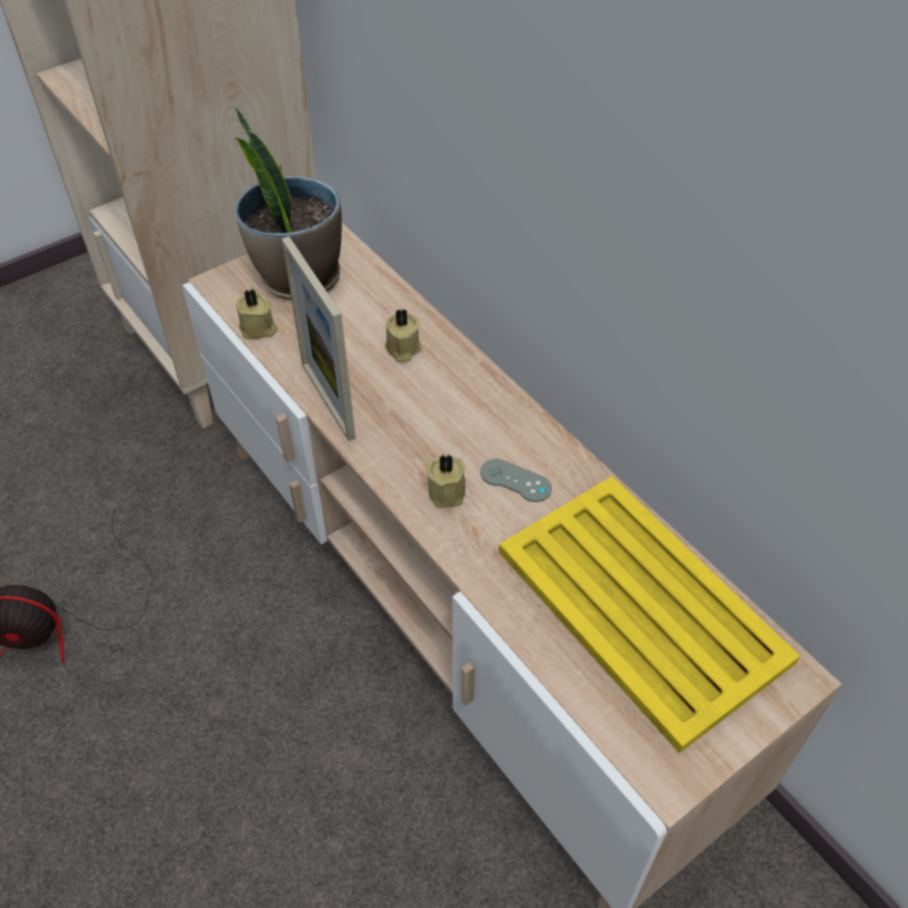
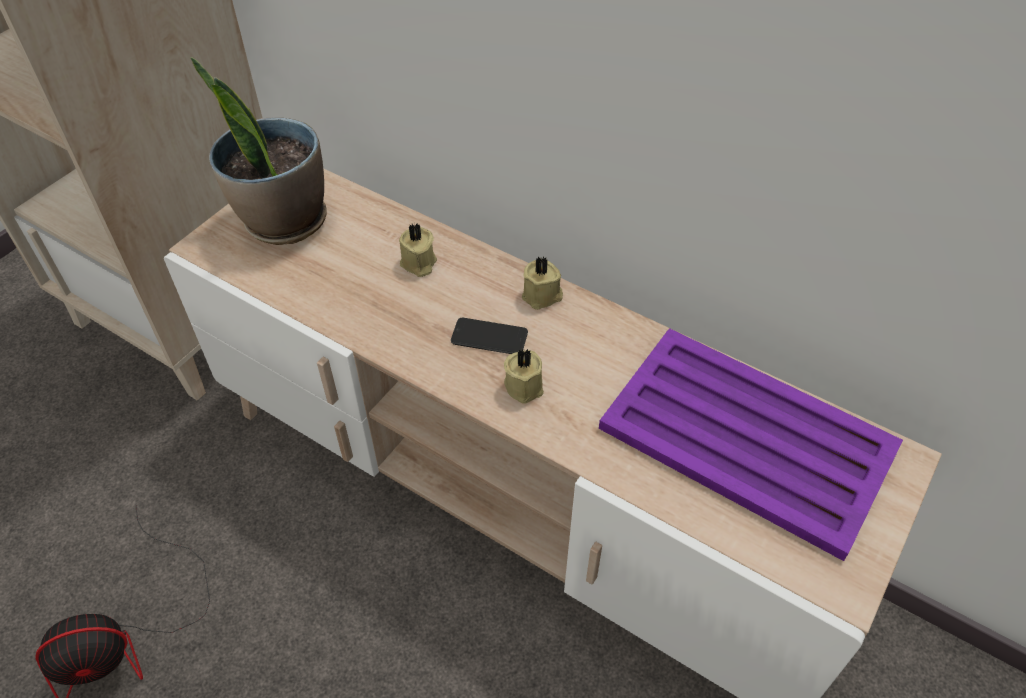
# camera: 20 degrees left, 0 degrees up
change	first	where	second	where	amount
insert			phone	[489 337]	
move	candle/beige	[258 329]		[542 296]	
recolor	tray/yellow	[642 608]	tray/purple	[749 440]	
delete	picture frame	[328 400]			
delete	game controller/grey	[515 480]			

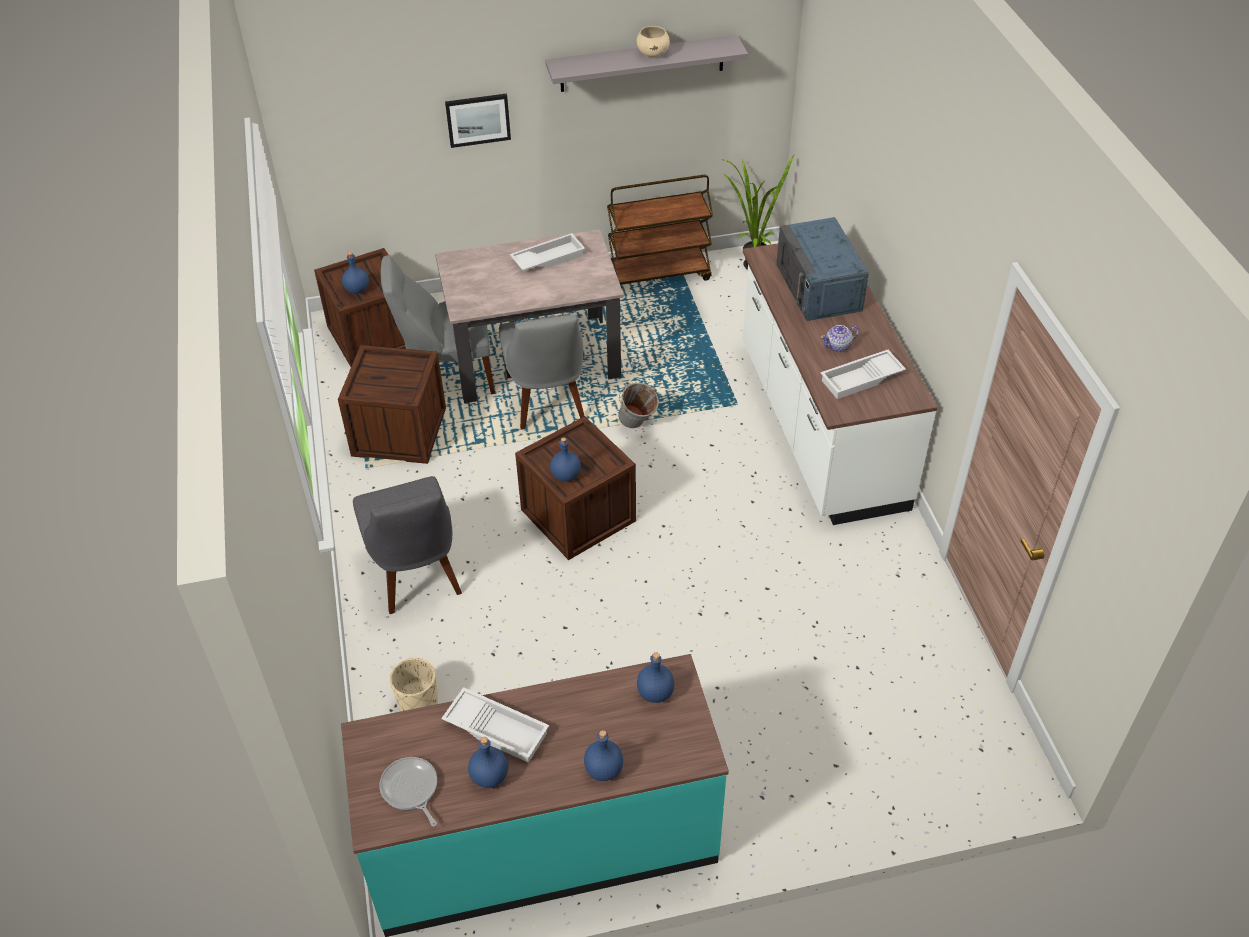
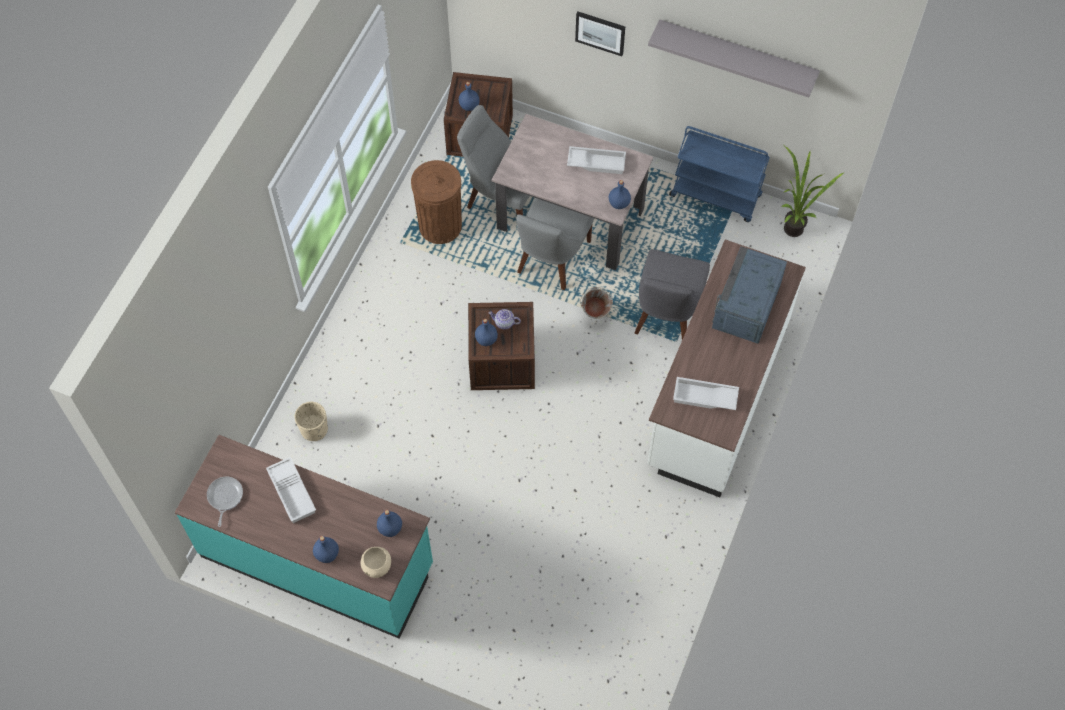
# camera: 35 degrees right, 15 degrees up
change	first	where	second	where	amount
move	bowl/beige	[653 53]		[377 566]	
replace	crate	[399 432]	trash can/brown	[440 226]	
move	teapot	[838 346]		[504 323]	
move	bottle/blue	[490 776]		[619 203]	
move	chair/grey	[416 574]		[666 315]	
recolor	cart/brown	[658 274]	cart/blue	[716 196]	

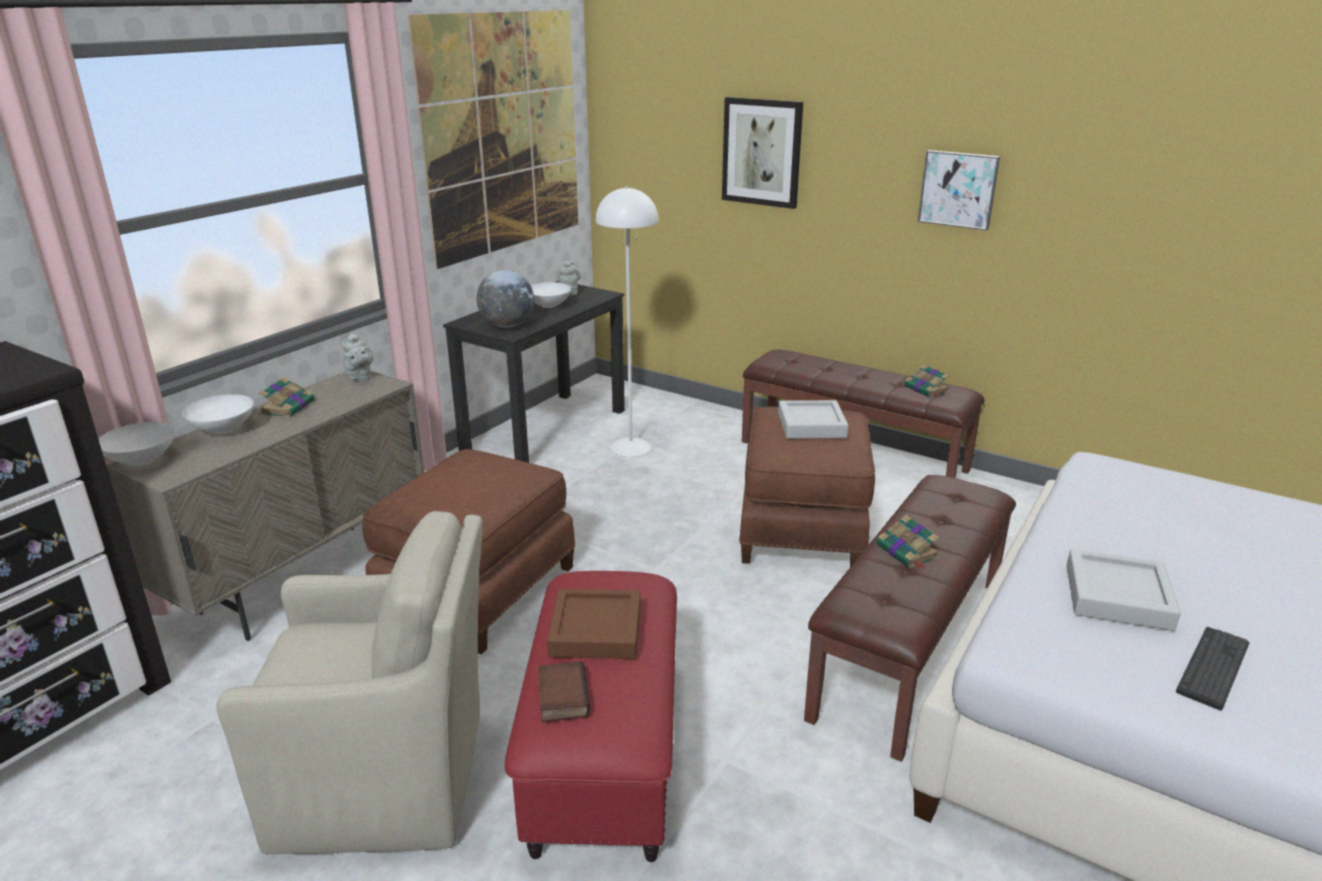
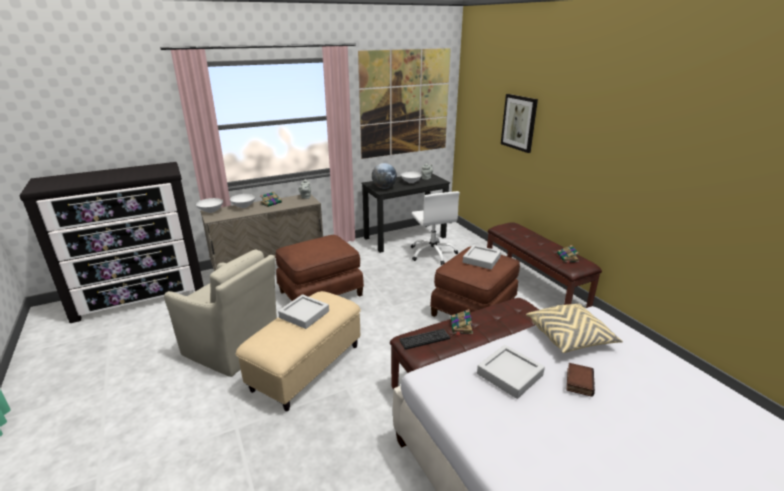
# camera: 30 degrees right, 0 degrees up
change	first	where	second	where	amount
recolor	ottoman/red	[602 752]	ottoman/beige	[306 366]	
recolor	tray/brown	[596 631]	tray/grey	[304 314]	
move	keyboard	[1213 668]		[424 339]	
replace	floor lamp/white	[630 447]	office chair/white	[433 253]	
insert			pillow/beige	[570 337]	
move	book	[561 696]		[578 381]	
delete	picture	[958 189]			

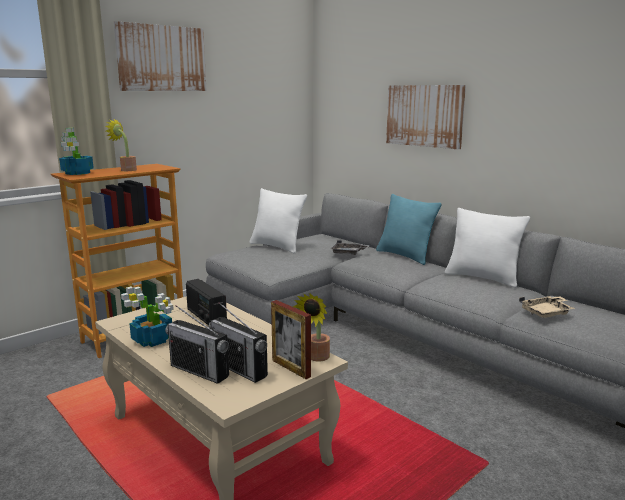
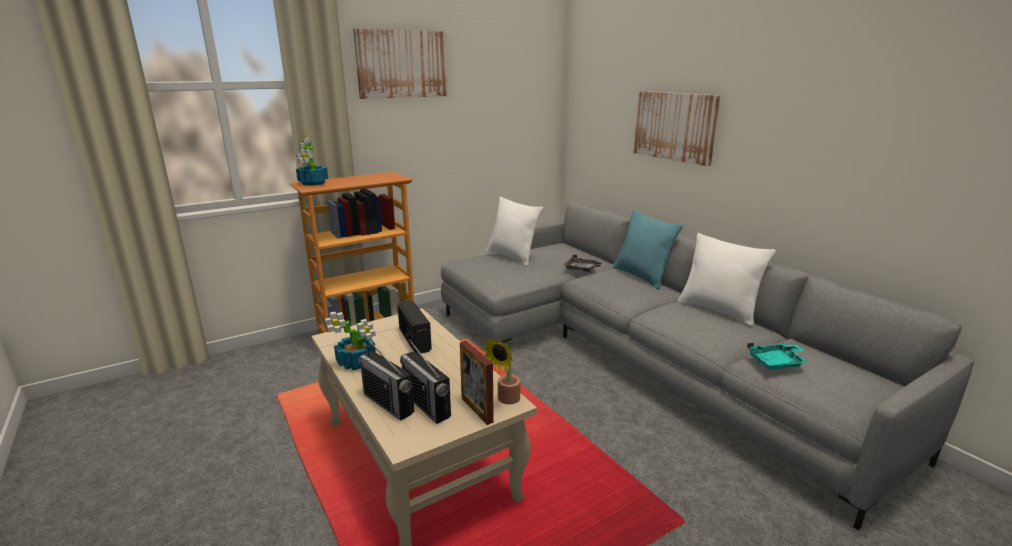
# camera: 10 degrees right, 5 degrees up
change	first	where	second	where	amount
recolor	tray/beige	[546 313]	tray/turquoise	[776 363]	
delete	potted plant	[126 170]			

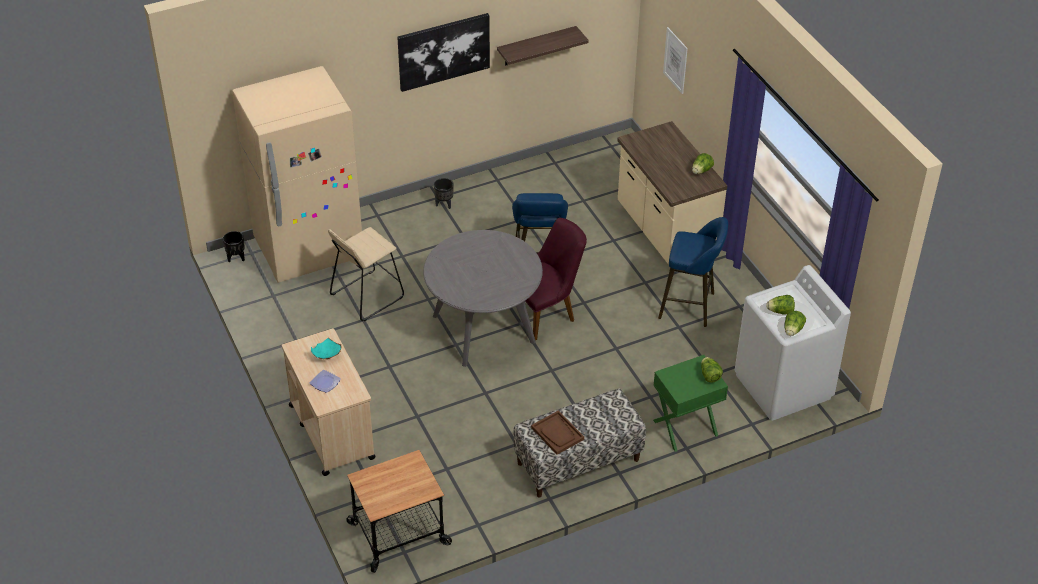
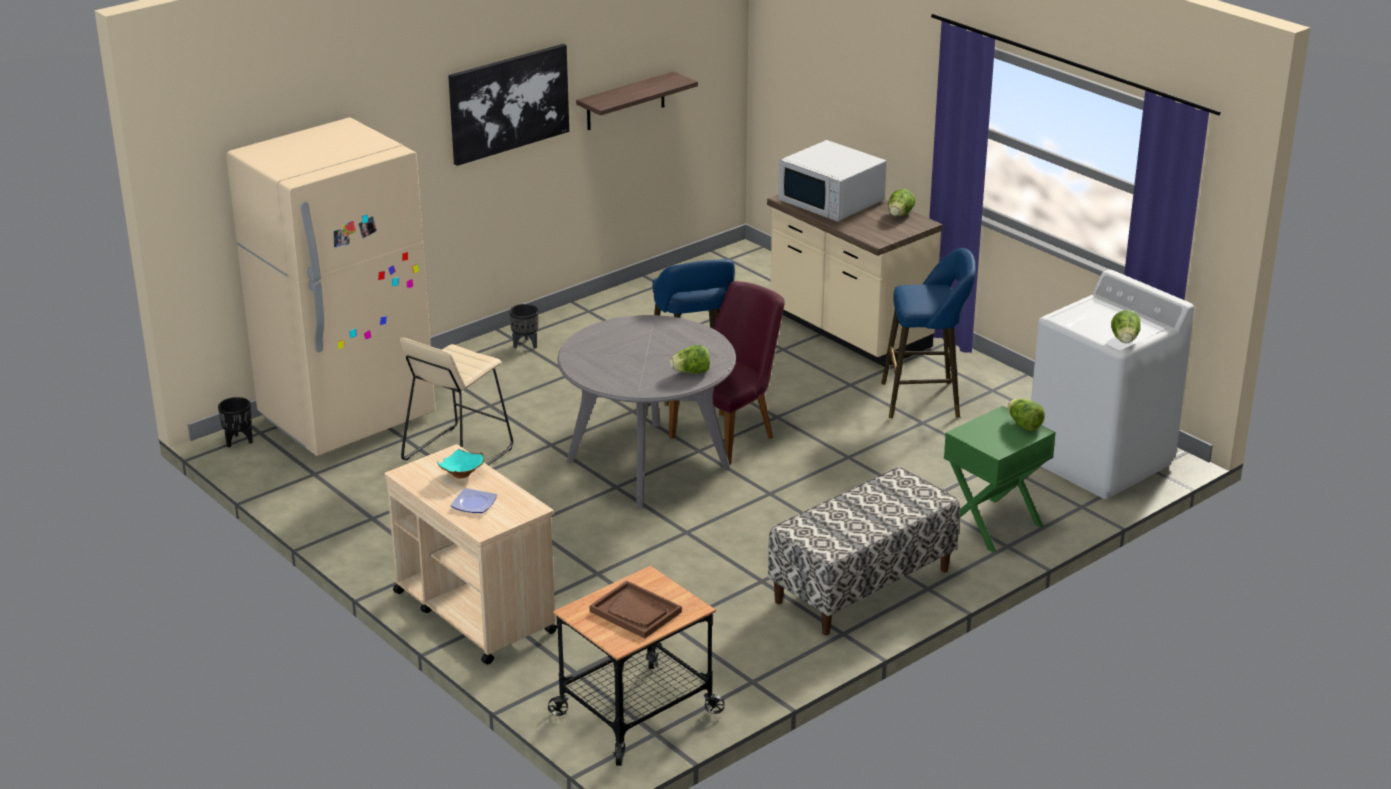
# camera: 15 degrees left, 15 degrees down
change	first	where	second	where	amount
move	tray/brown	[557 433]		[635 612]	
move	lettuce	[780 311]		[691 372]	
insert			microwave/white	[832 201]	
delete	picture	[675 60]			

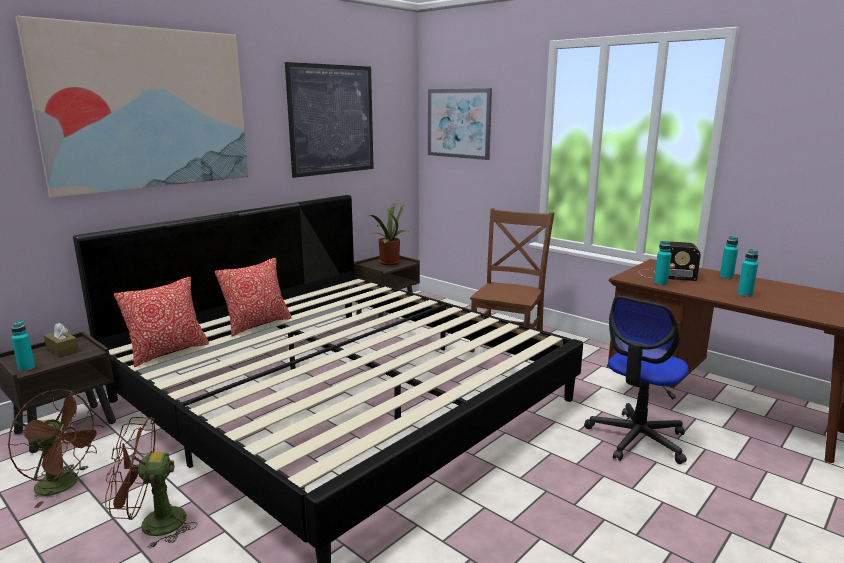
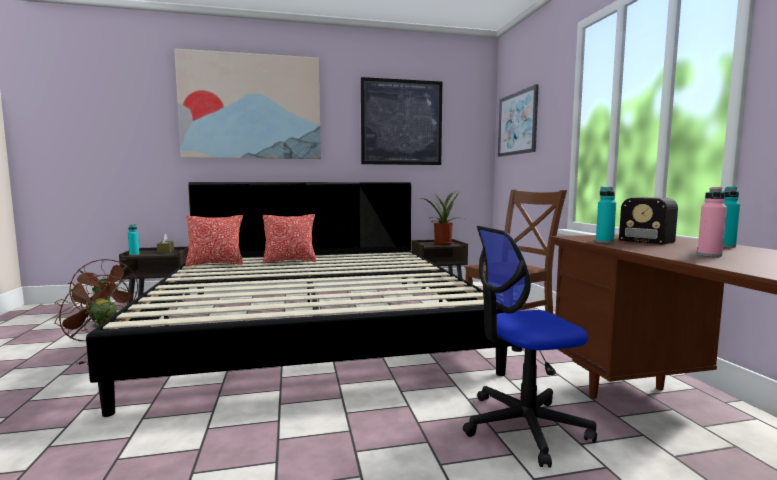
# camera: 35 degrees right, 10 degrees down
change	first	where	second	where	amount
recolor	bottle/turquoise	[745 294]	bottle/pink	[709 255]	

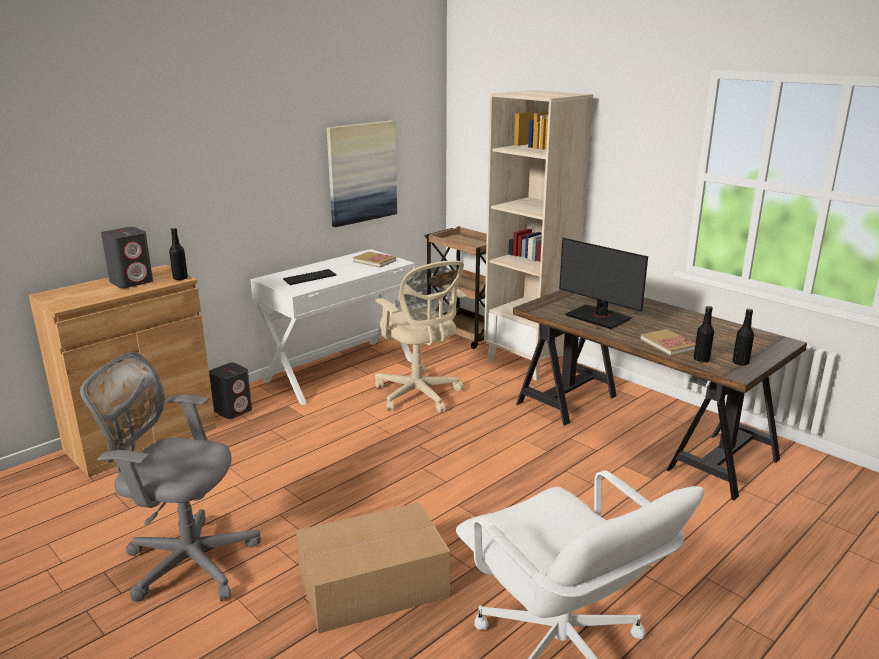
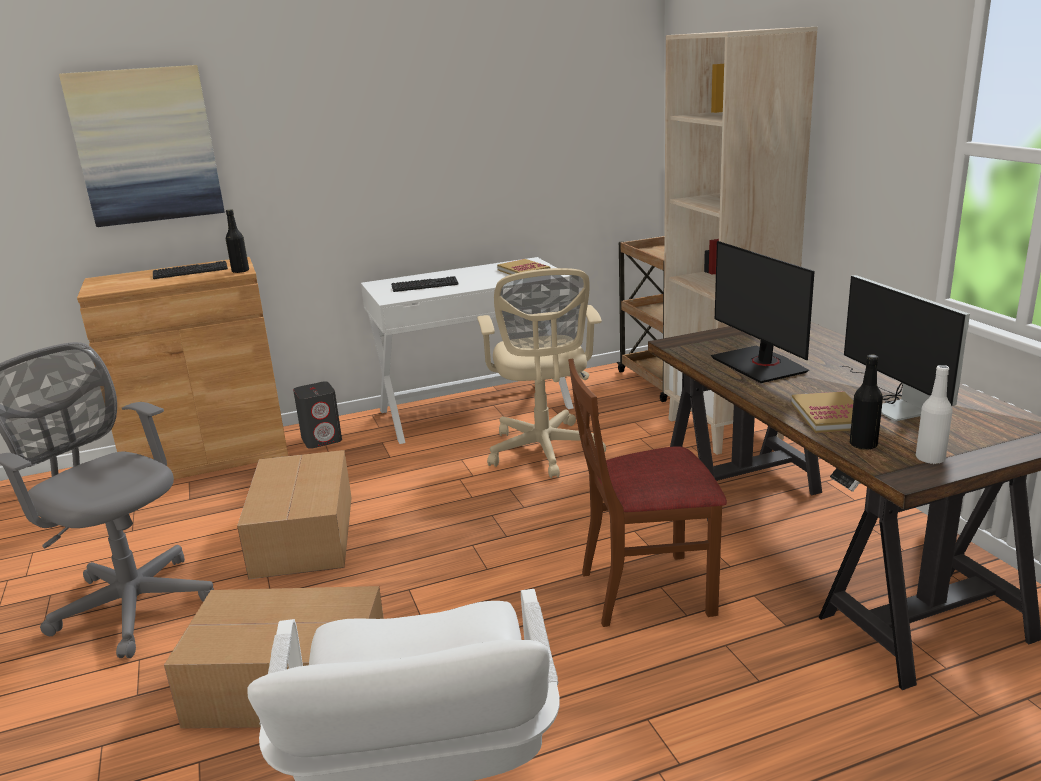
# camera: 25 degrees right, 0 degrees up
change	first	where	second	where	amount
move	picture	[362 172]		[146 146]	
replace	speaker/grey	[132 282]	keyboard	[190 272]	
insert			cardboard box	[305 534]	
insert			chair/brown	[646 590]	
insert			monitor	[894 404]	
recolor	bottle/black	[740 363]	bottle/white	[930 458]	

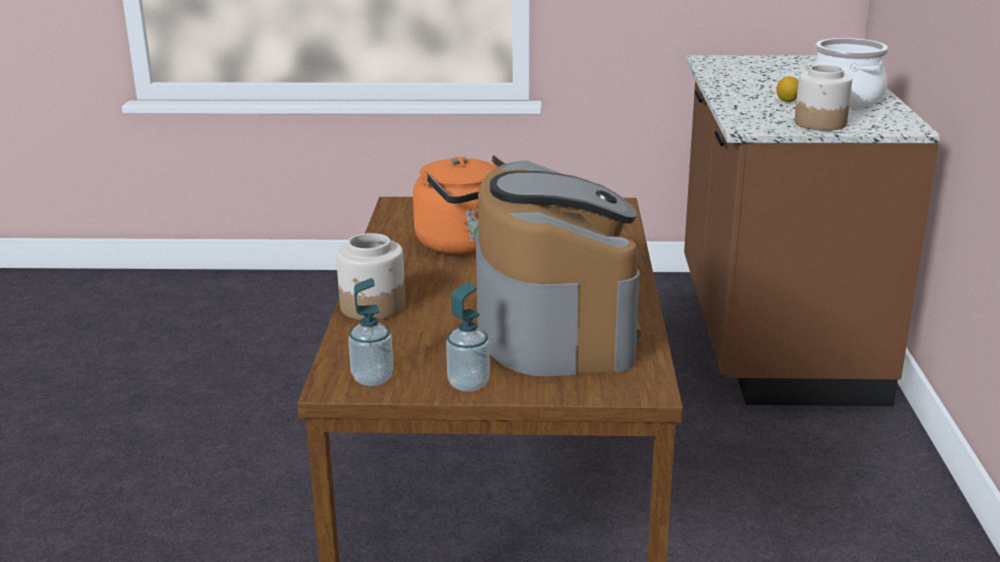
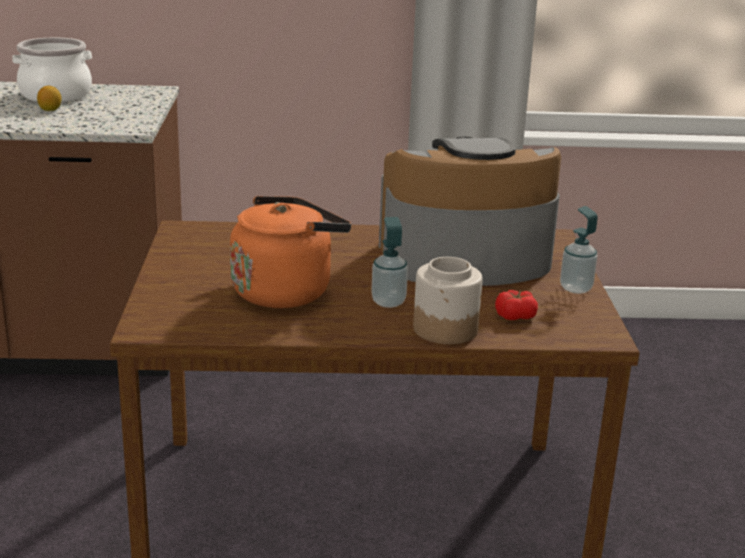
# camera: 95 degrees left, 0 degrees up
change	first	where	second	where	amount
move	soap dispenser	[372 379]		[388 302]	
insert			tomato	[515 316]	
delete	jar	[821 123]			

